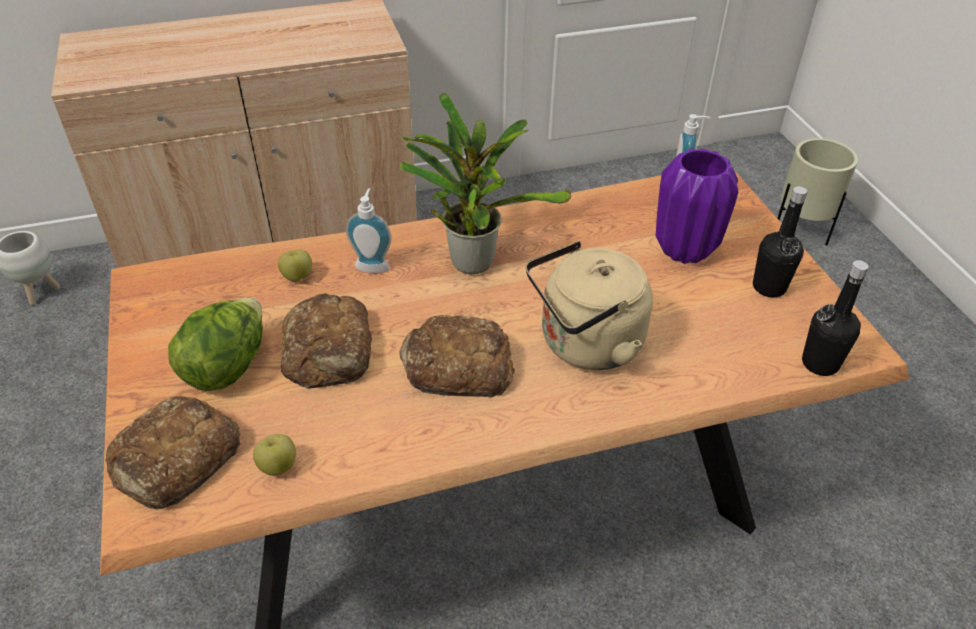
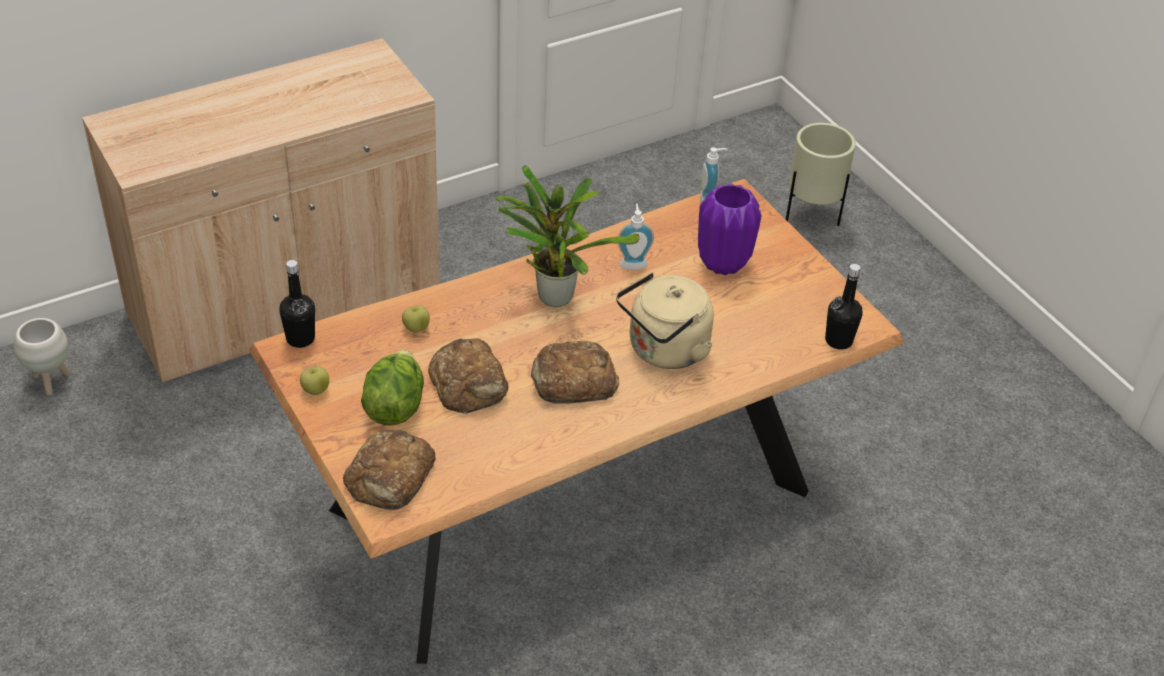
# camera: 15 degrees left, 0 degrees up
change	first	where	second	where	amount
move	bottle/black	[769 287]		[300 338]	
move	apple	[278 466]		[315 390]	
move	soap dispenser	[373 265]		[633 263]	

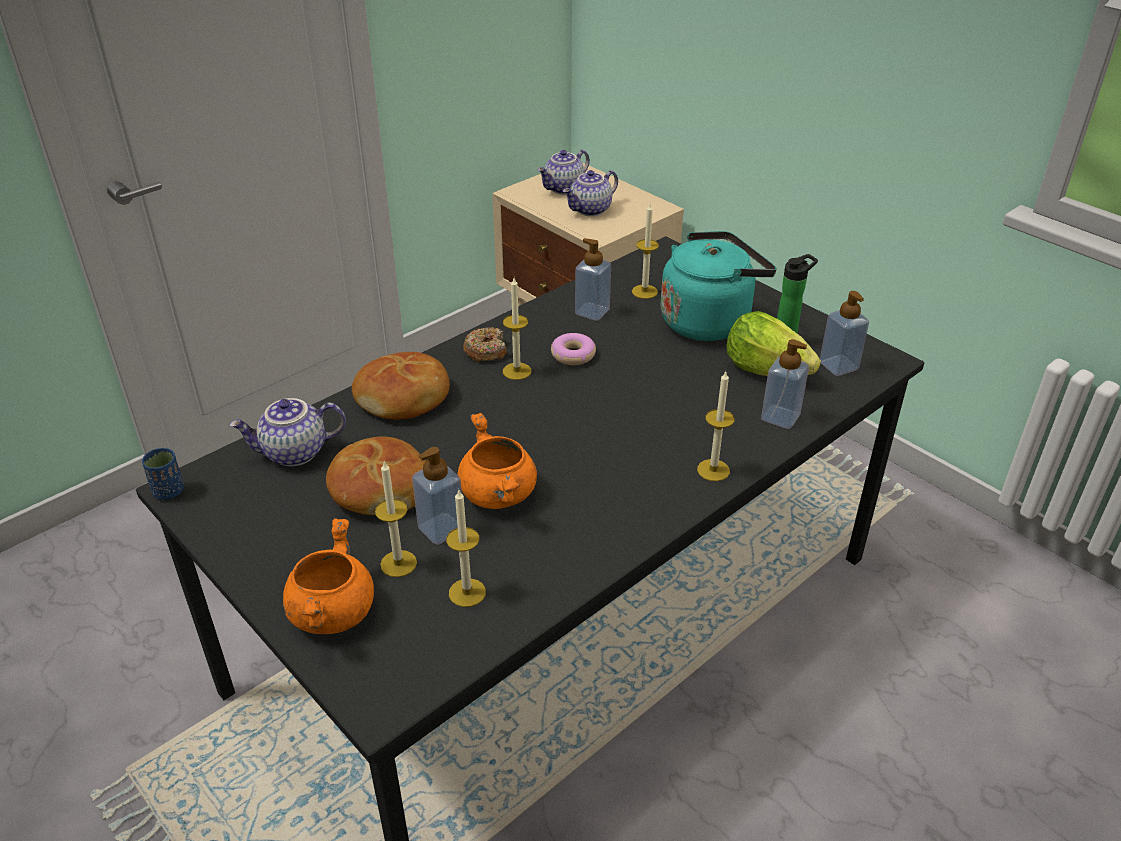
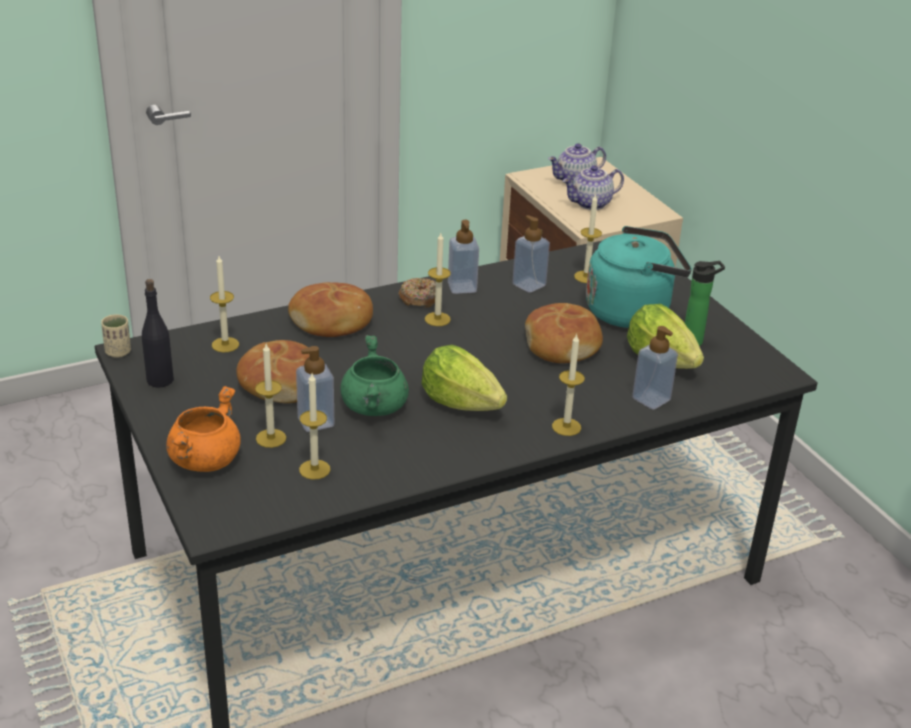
# camera: 15 degrees right, 5 degrees down
change	first	where	second	where	amount
recolor	cup/blue	[169 491]	cup/beige	[118 352]	
insert			bottle/black	[160 380]	
replace	teapot	[294 453]	candle	[225 345]	
recolor	cooking pot/orange	[500 495]	cooking pot/green	[375 407]	
insert			lettuce	[460 403]	
move	soap dispenser	[838 366]		[462 287]	
insert			bread	[562 344]	
delete	donut	[573 355]			

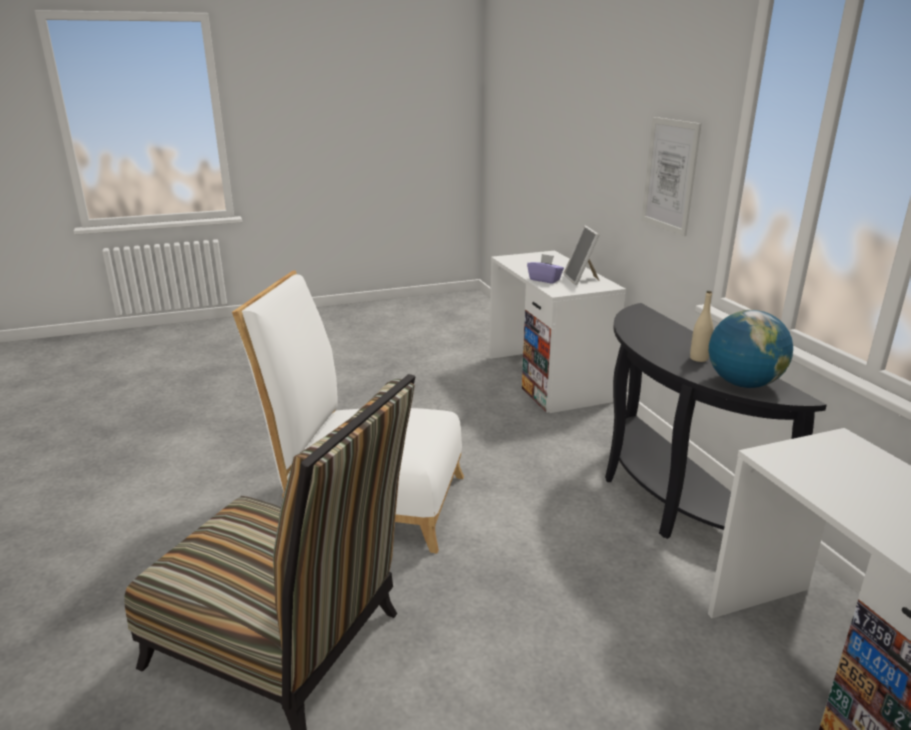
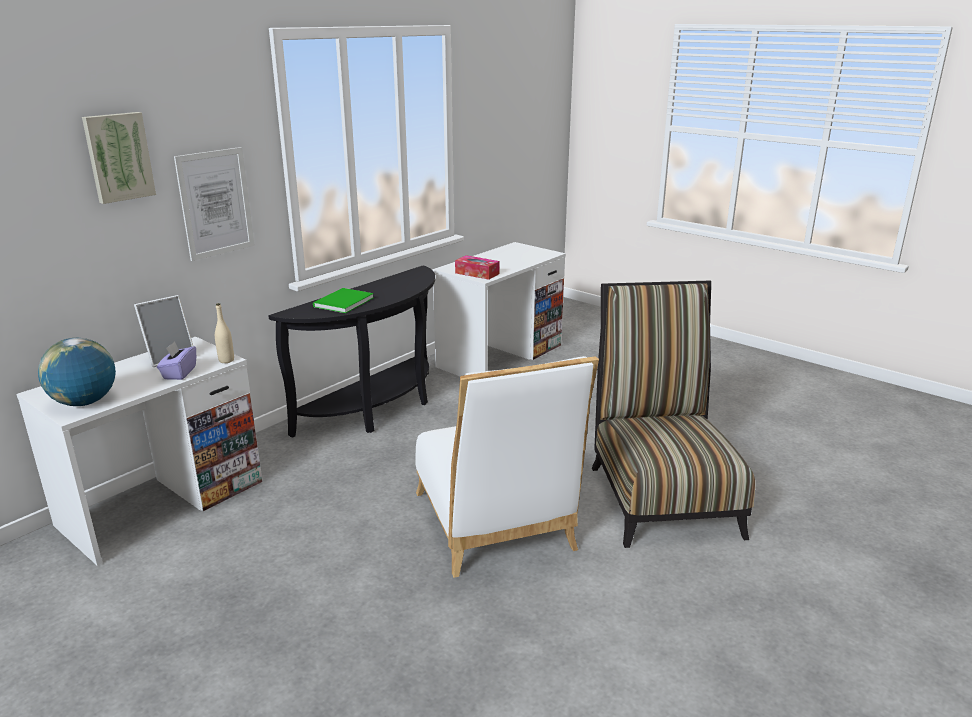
# camera: 120 degrees left, 0 degrees up
change	first	where	second	where	amount
move	globe	[743 384]		[84 402]	
insert			picture	[118 157]	
move	bottle/beige	[698 358]		[226 360]	
insert			book/green	[341 302]	
insert			tissue box	[477 273]	

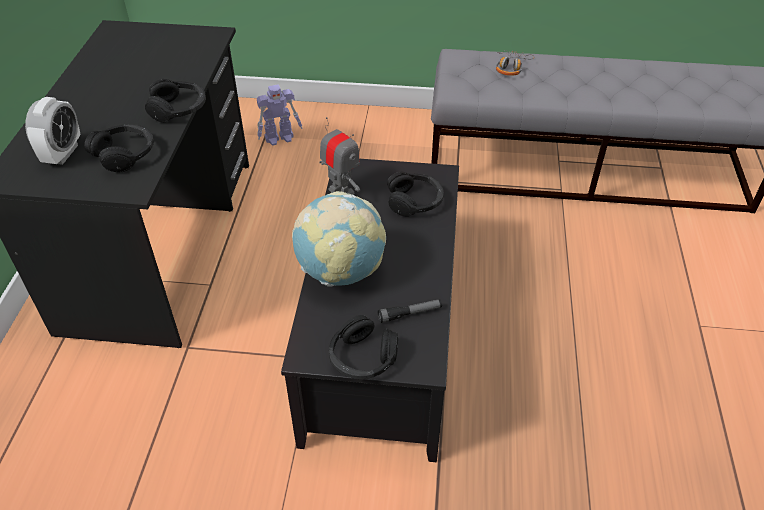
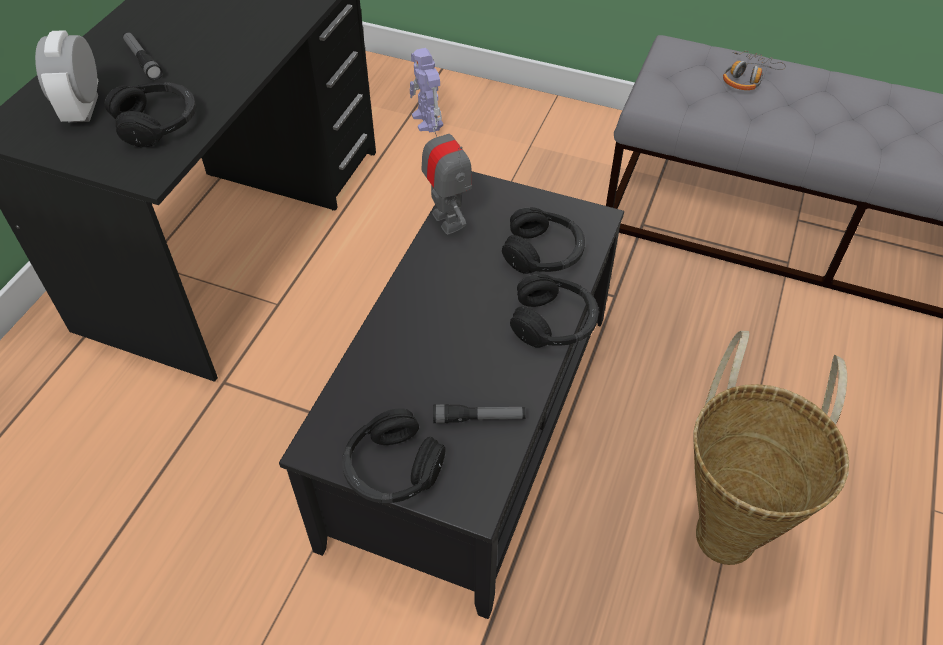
# camera: 15 degrees right, 5 degrees up
change	first	where	second	where	amount
rotate	alarm clock	[63 153]		[83 108]	150 degrees clockwise
insert			flashlight	[143 60]	
rotate	toy robot	[280 138]		[427 121]	75 degrees clockwise
move	headphones/black	[179 109]		[554 322]	
insert			basket	[728 525]	
delete	globe	[340 271]			

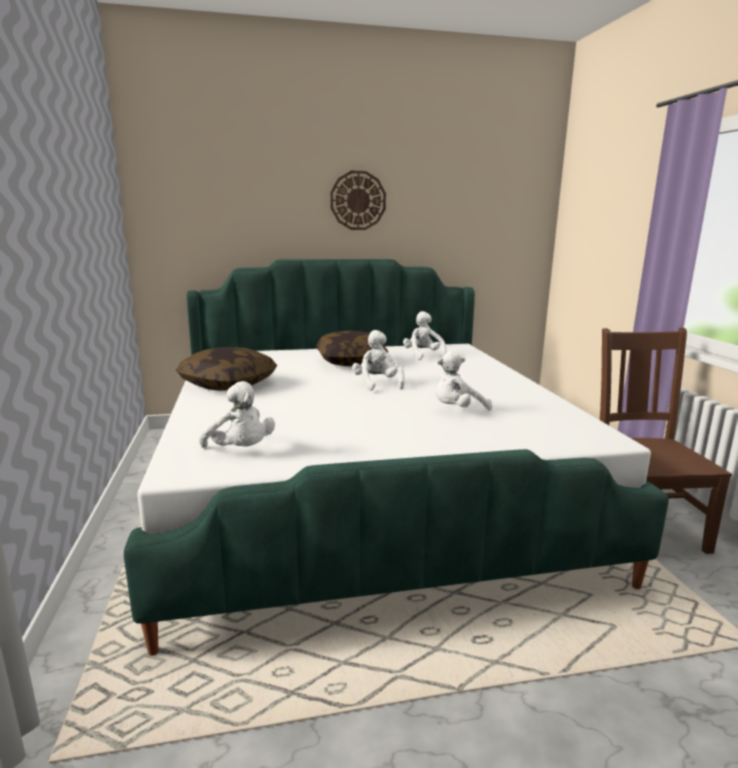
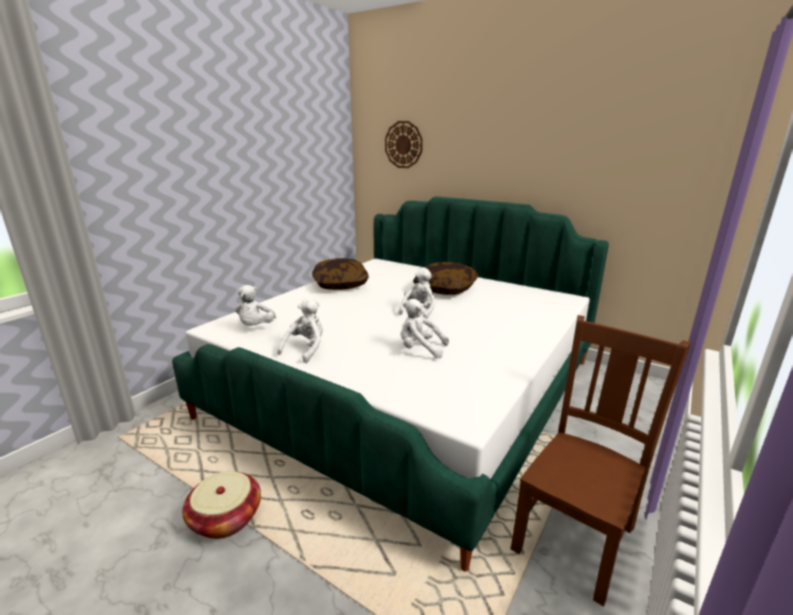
# camera: 45 degrees right, 5 degrees up
change	first	where	second	where	amount
insert			basket	[226 518]	
move	plush toy/white	[423 356]		[306 349]	
move	wall clock	[358 200]		[403 144]	

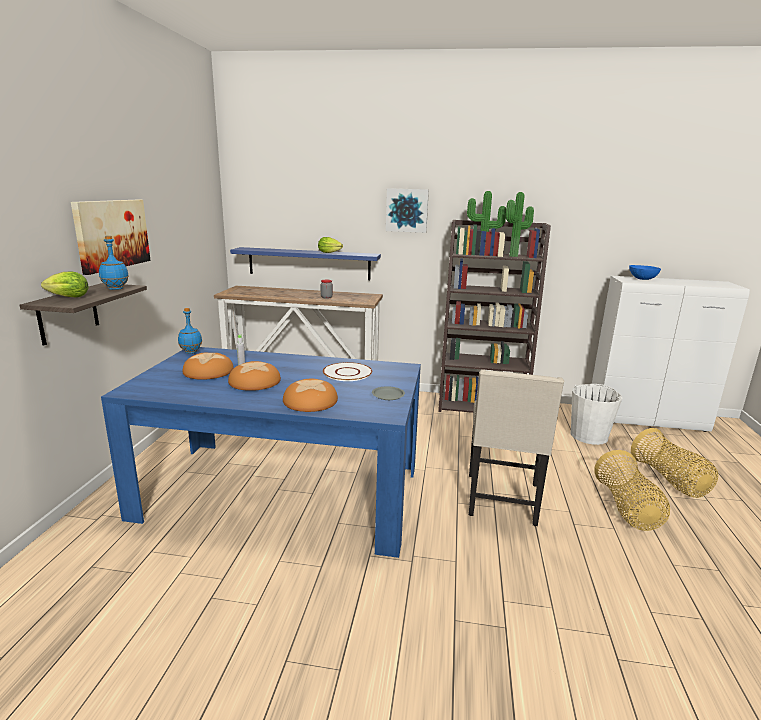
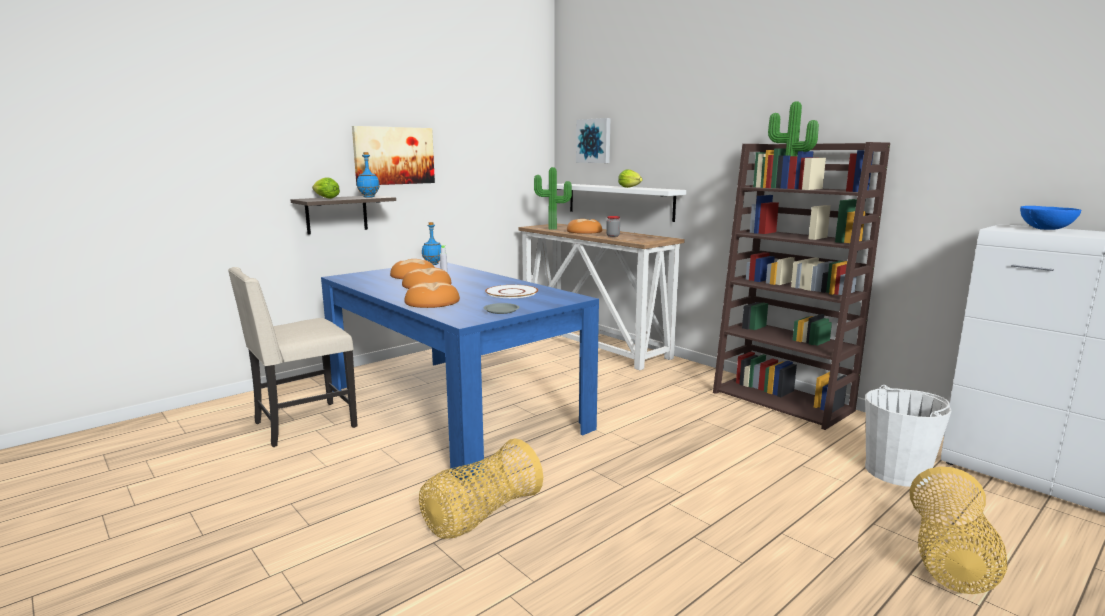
# camera: 40 degrees right, 5 degrees down
change	first	where	second	where	amount
move	chair/beige	[502 500]		[302 425]	
move	basket	[627 509]		[480 516]	
move	potted plant	[515 256]		[552 229]	
recolor	shelf/blue	[309 263]	shelf/white	[619 201]	
insert			bread	[584 232]	
move	picture	[407 210]		[594 141]	

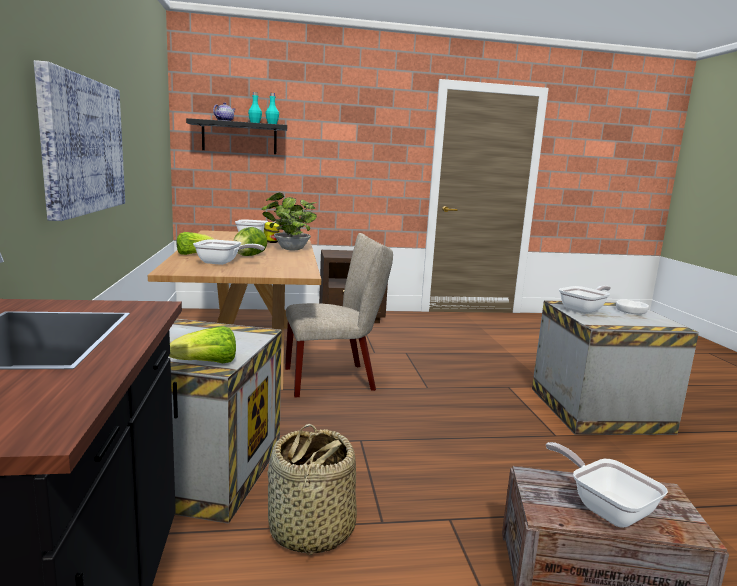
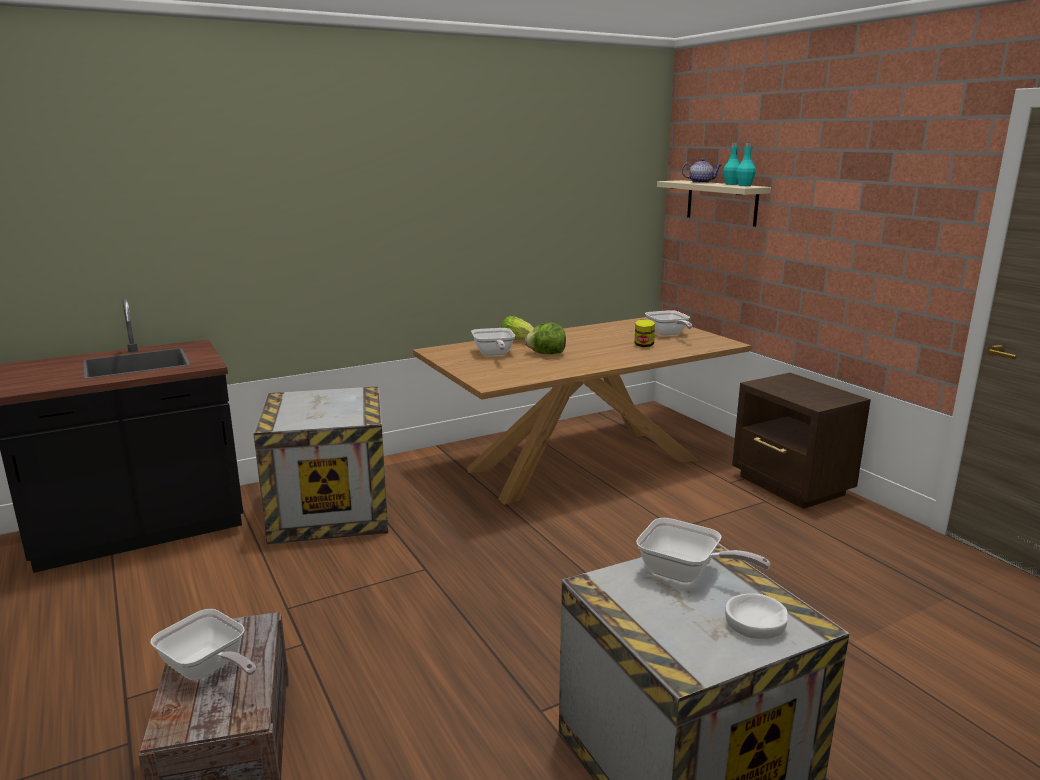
# camera: 70 degrees right, 5 degrees up
change	first	where	second	where	amount
rotate	frying pan	[605 507]		[207 669]	90 degrees clockwise
recolor	shelf/black	[239 137]	shelf/beige	[721 202]	
delete	picture	[81 145]			
delete	lettuce	[207 364]			
delete	potted plant	[290 249]			
delete	basket	[310 530]			
delete	chair/beige	[335 379]			

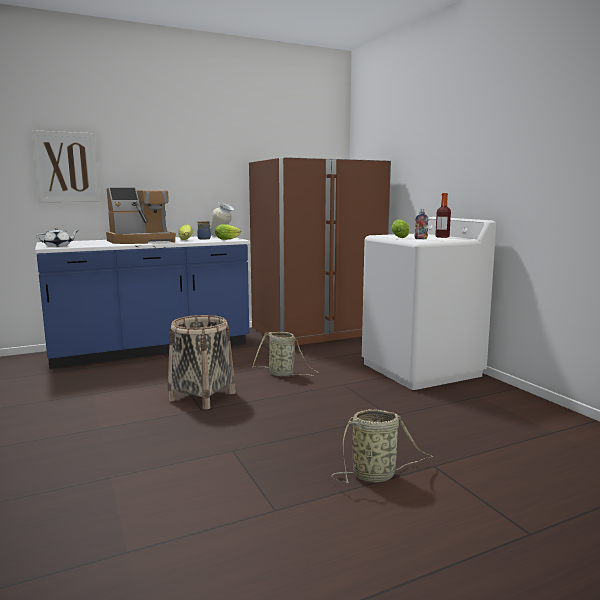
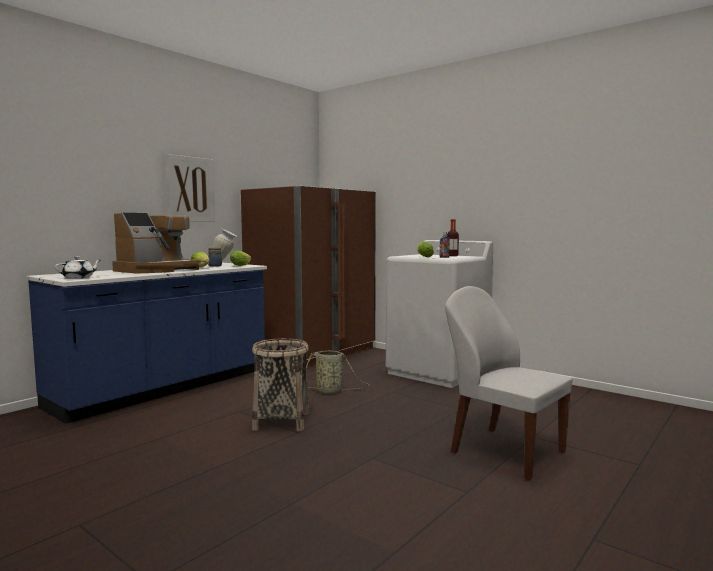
# camera: 25 degrees left, 5 degrees down
change	first	where	second	where	amount
move	picture	[67 167]		[190 189]	
replace	basket	[376 475]	chair/white	[505 451]	

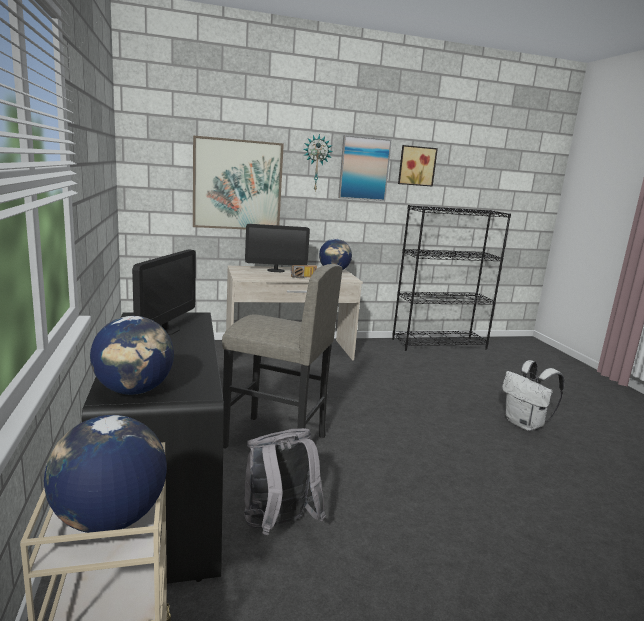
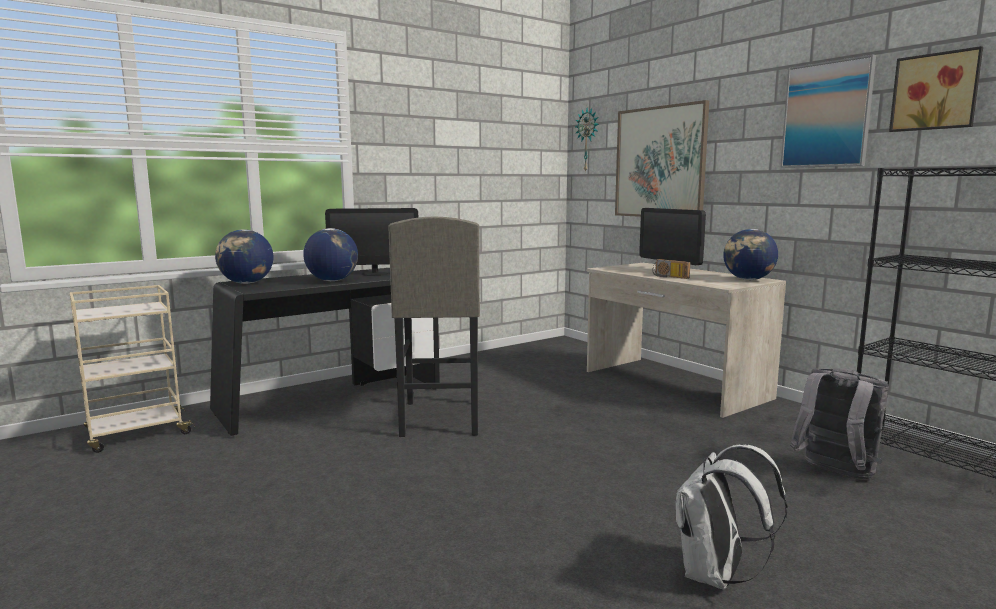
# camera: 70 degrees right, 5 degrees down
change	first	where	second	where	amount
move	globe	[109 519]		[332 281]	
move	wall clock	[316 163]		[588 140]	
move	backpack/grey	[278 526]		[834 474]	

